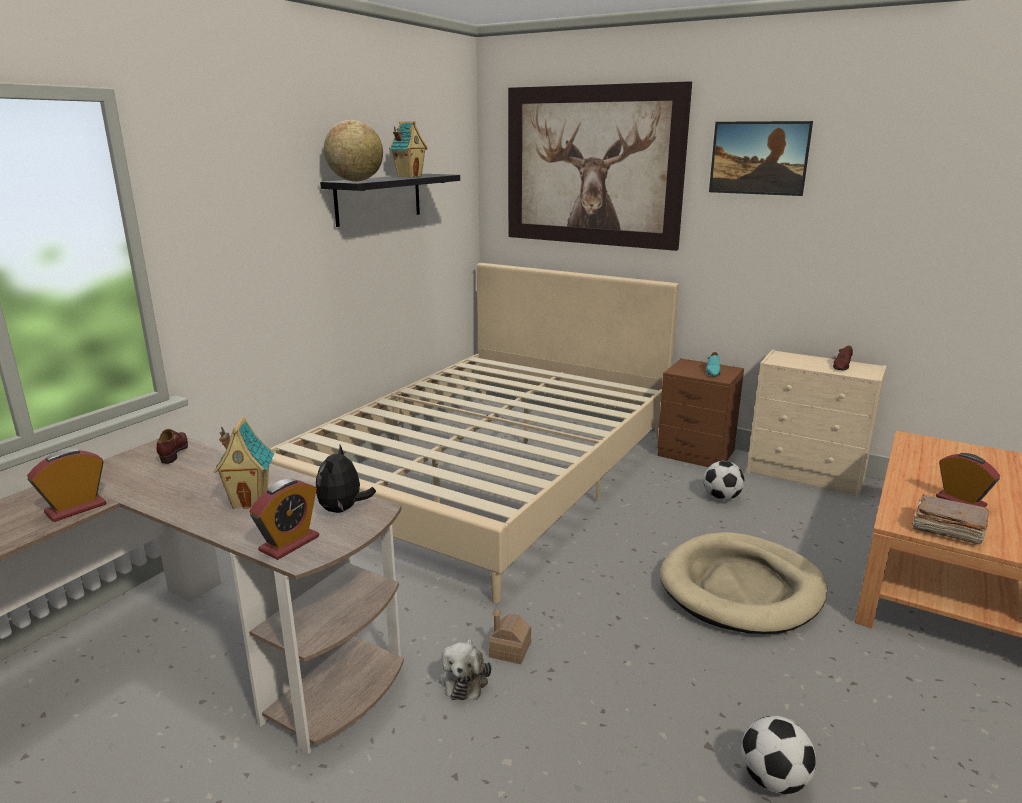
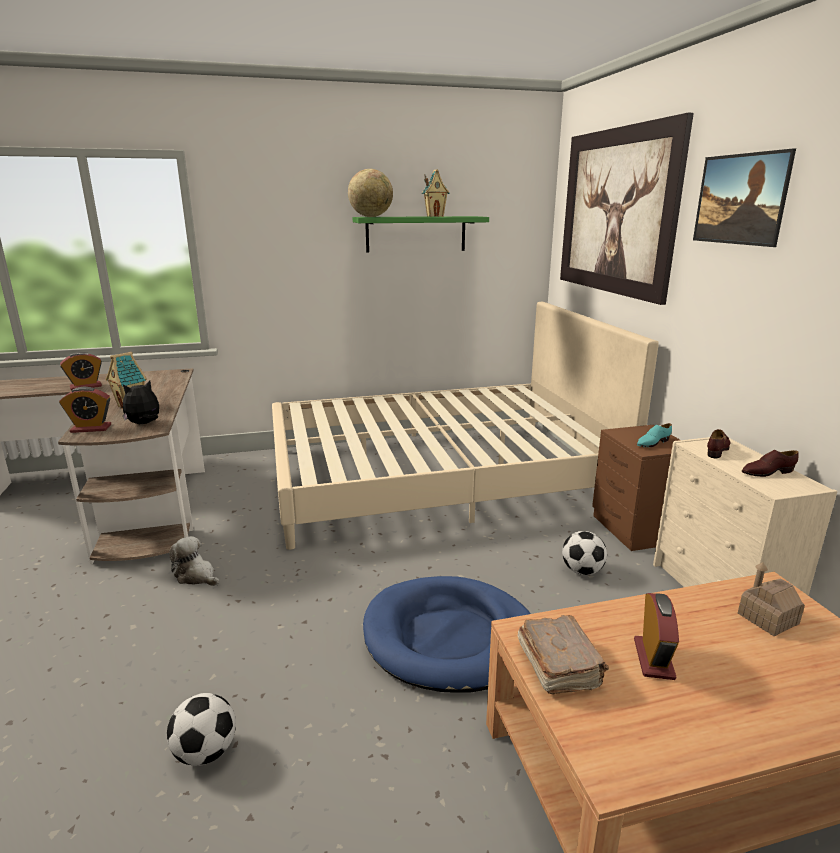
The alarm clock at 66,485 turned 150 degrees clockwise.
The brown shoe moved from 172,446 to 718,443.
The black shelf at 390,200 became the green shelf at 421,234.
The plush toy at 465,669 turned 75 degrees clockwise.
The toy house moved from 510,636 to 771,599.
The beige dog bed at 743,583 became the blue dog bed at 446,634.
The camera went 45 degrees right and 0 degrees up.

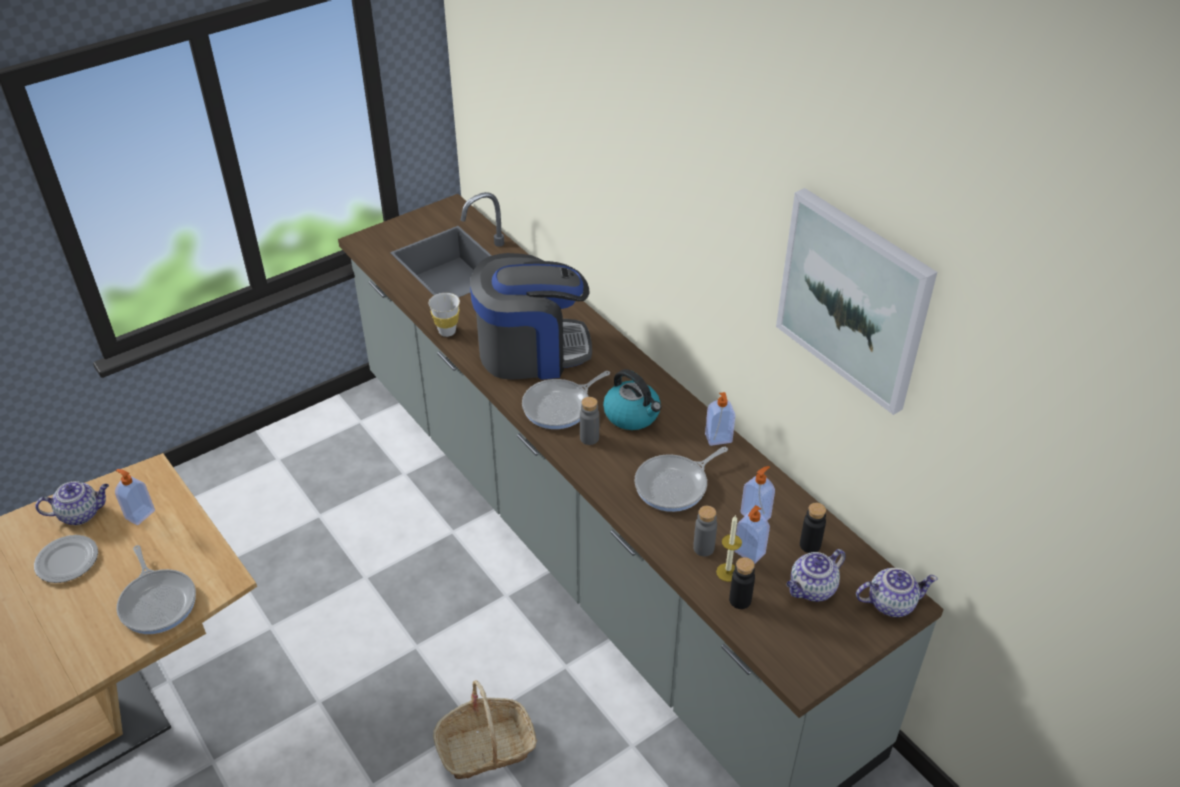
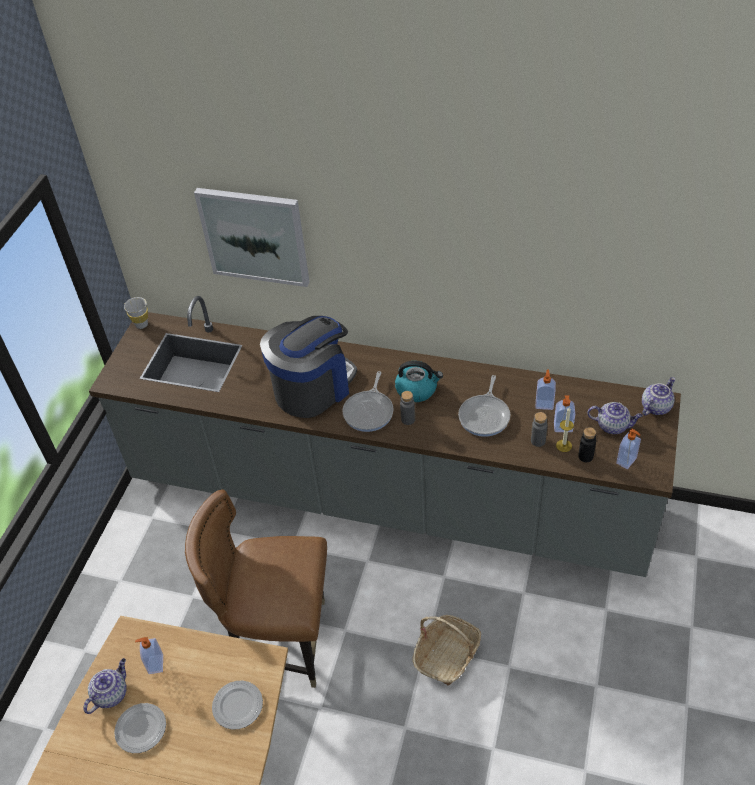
The frying pan at 156,589 was replaced by the plate at 237,705.
The white cup moved from 444,315 to 136,313.
The soap dispenser moved from 720,419 to 628,449.
The picture moved from 856,301 to 252,237.
The teapot at 816,575 turned 90 degrees counterclockwise.
The black bottle at 813,528 disappeared.
The brown chair at 256,588 appeared.
The camera went 35 degrees left and 5 degrees up.

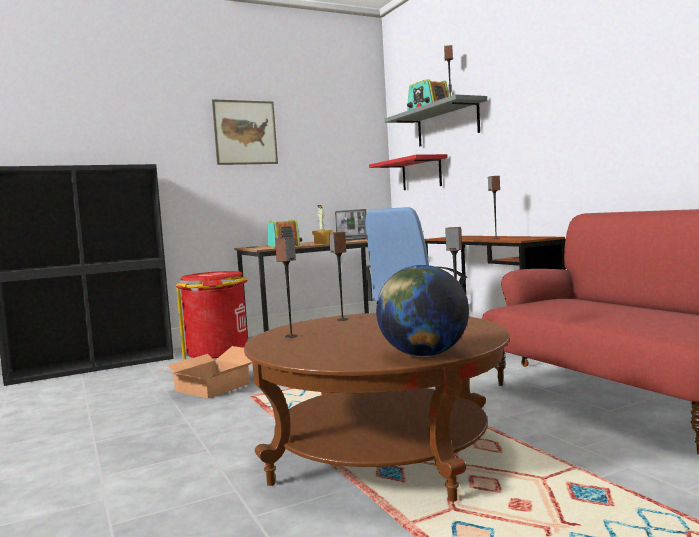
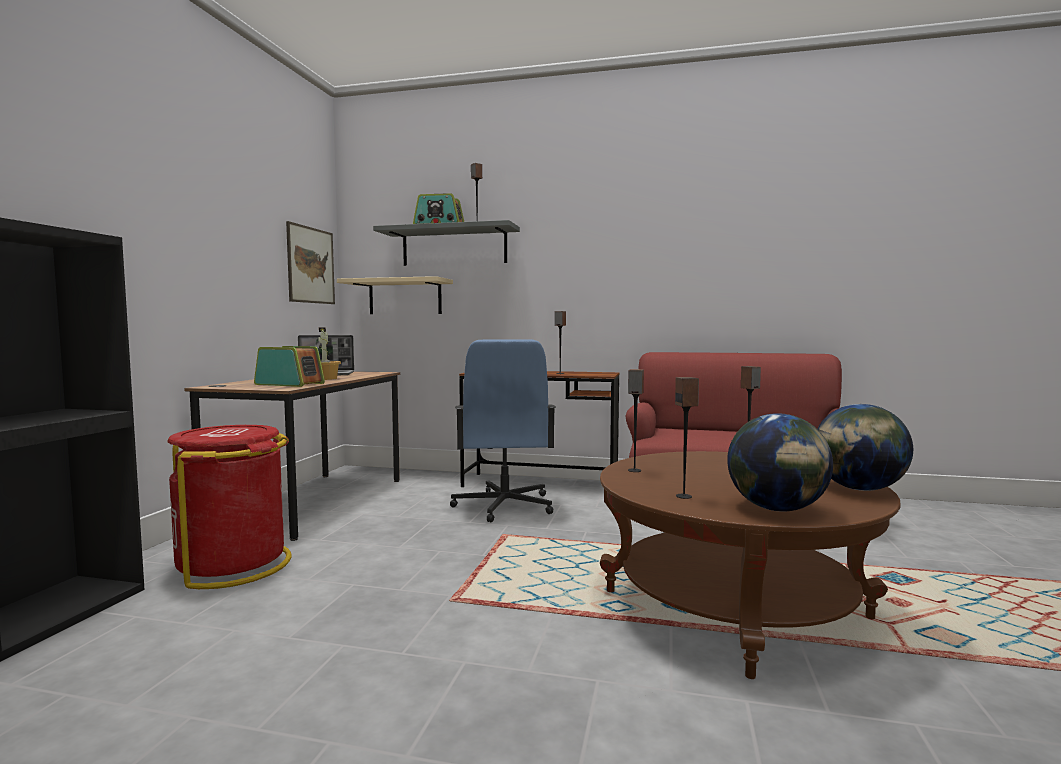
The cardboard box at 203,372 disappeared.
The picture moved from 245,132 to 310,262.
The red shelf at 408,172 became the beige shelf at 395,295.
The globe at 780,462 appeared.
The camera went 50 degrees left and 0 degrees up.

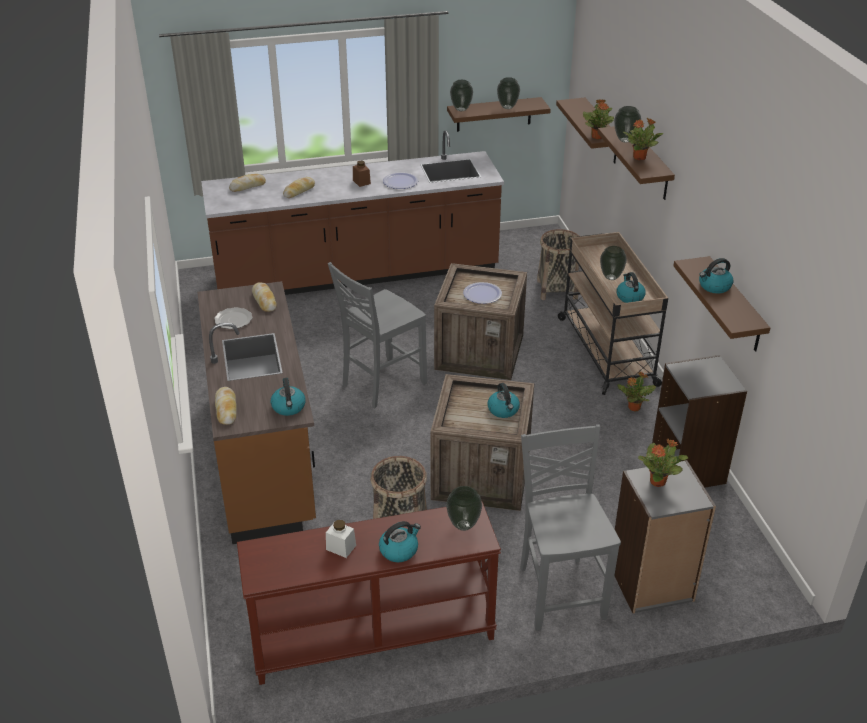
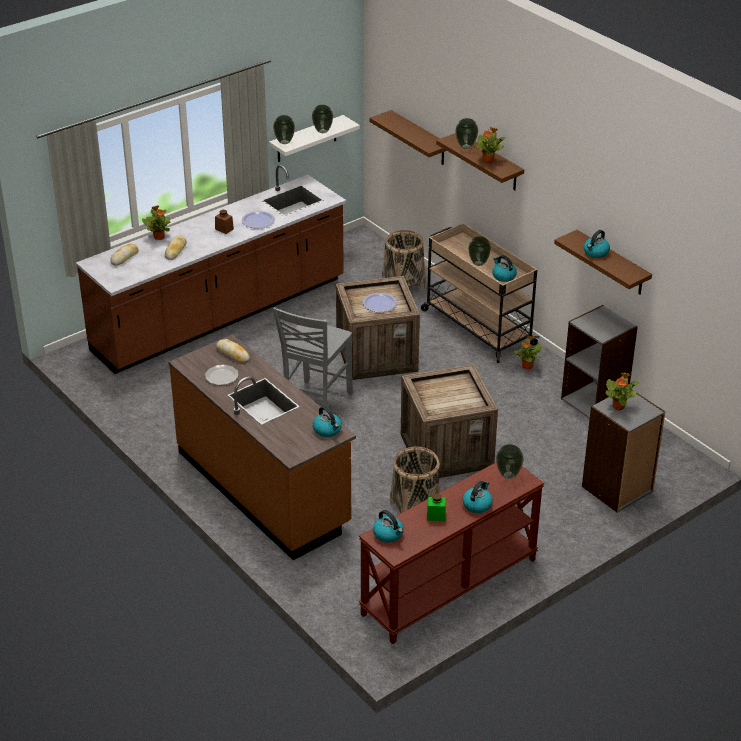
The bread at 226,406 disappeared.
The white jar at 341,539 became the green jar at 436,507.
The brown shelf at 499,114 became the white shelf at 314,138.
The kettle moved from 503,400 to 388,526.
The grey chair at 570,527 disappeared.
The potted plant moved from 598,119 to 156,222.
The camera went 25 degrees left and 0 degrees up.

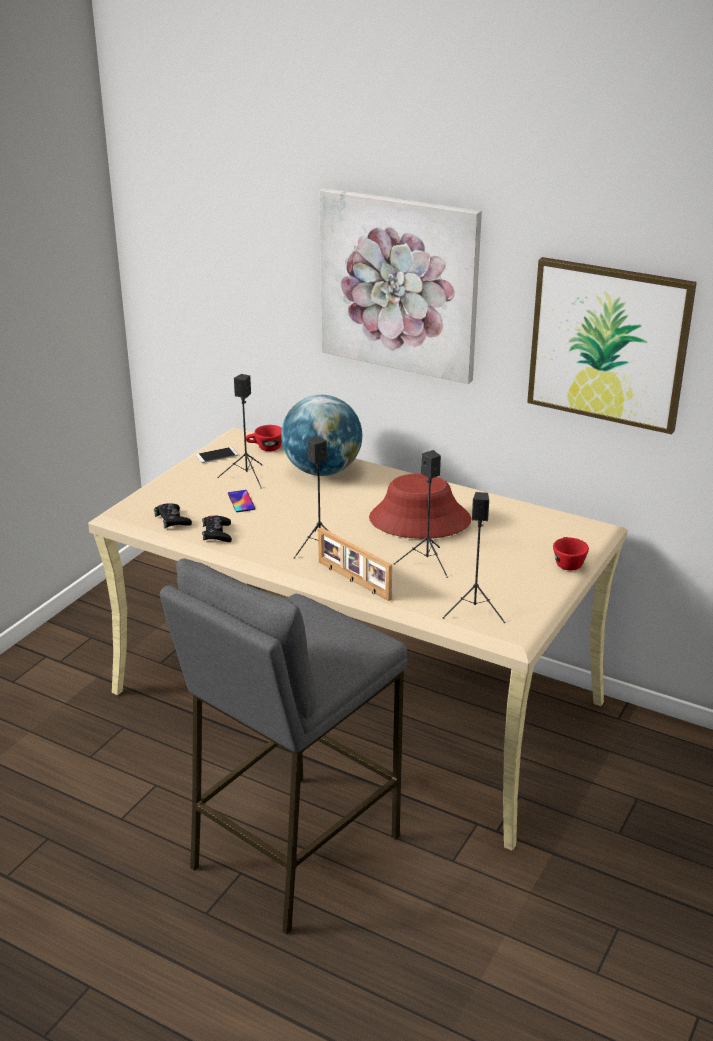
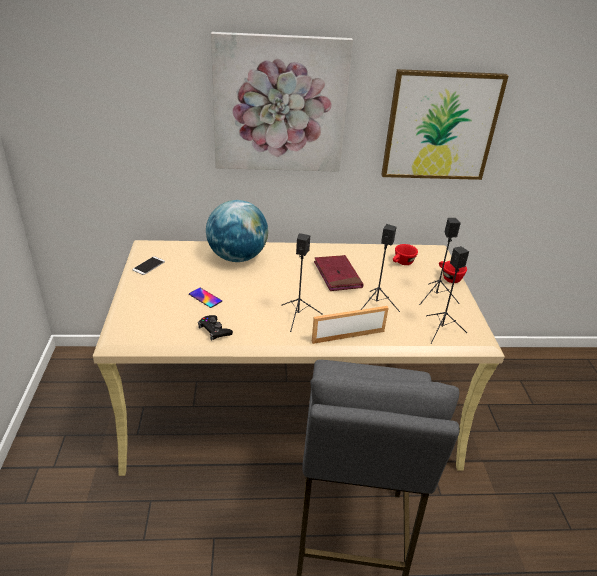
The black game controller at 173,515 disappeared.
The black speaker moved from 240,431 to 440,261.
The red cup moved from 264,438 to 405,254.
The picture frame at 355,564 turned 150 degrees clockwise.
The red hat at 420,506 was replaced by the red book at 339,273.
The camera went 35 degrees left and 5 degrees up.

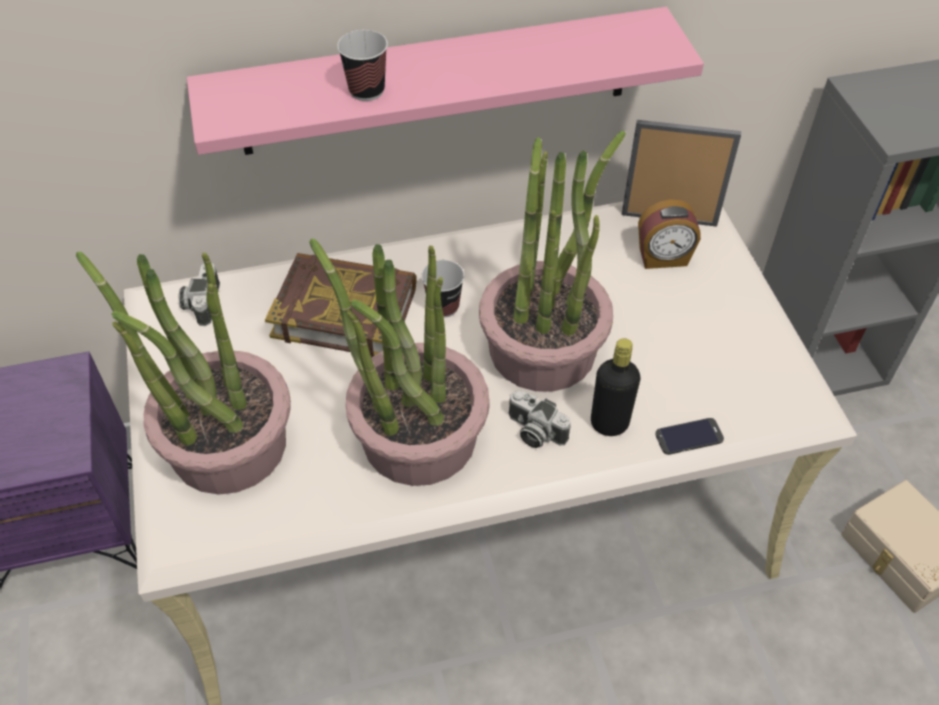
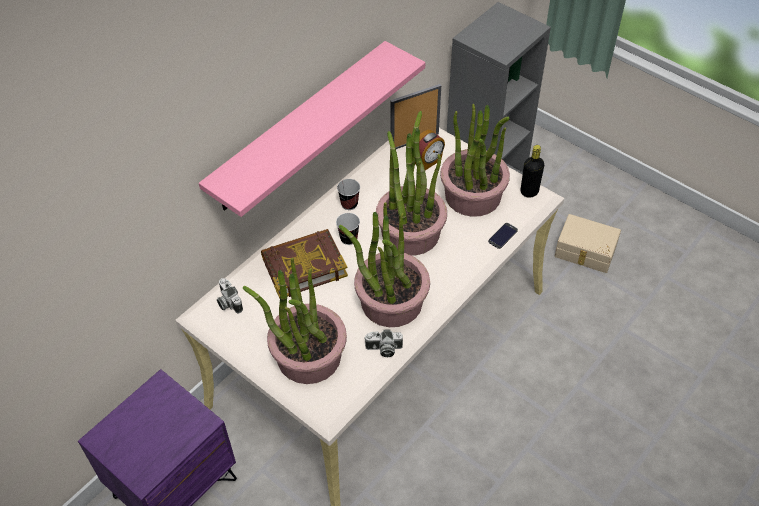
The cup moved from 362,65 to 348,194.
The photo camera moved from 539,419 to 383,343.
The black bottle moved from 615,387 to 532,171.
The potted plant at 475,160 appeared.
The camera went 35 degrees left and 0 degrees up.

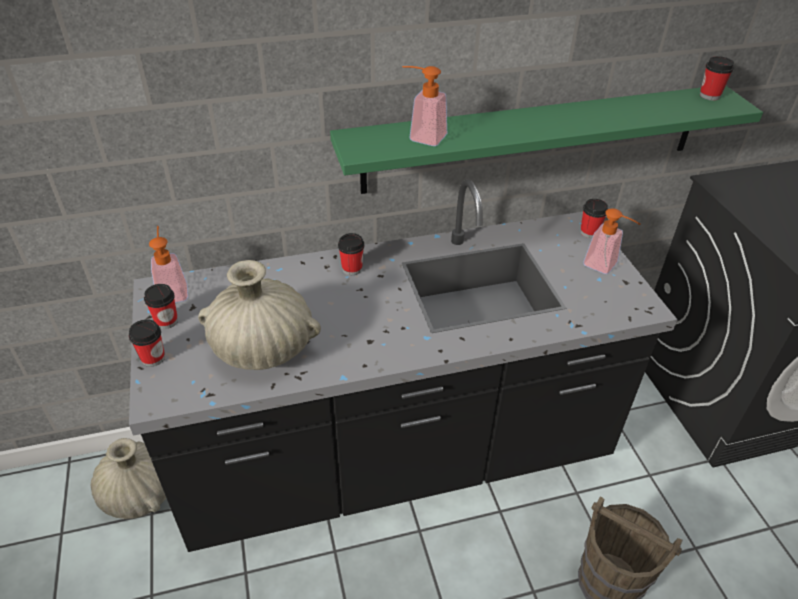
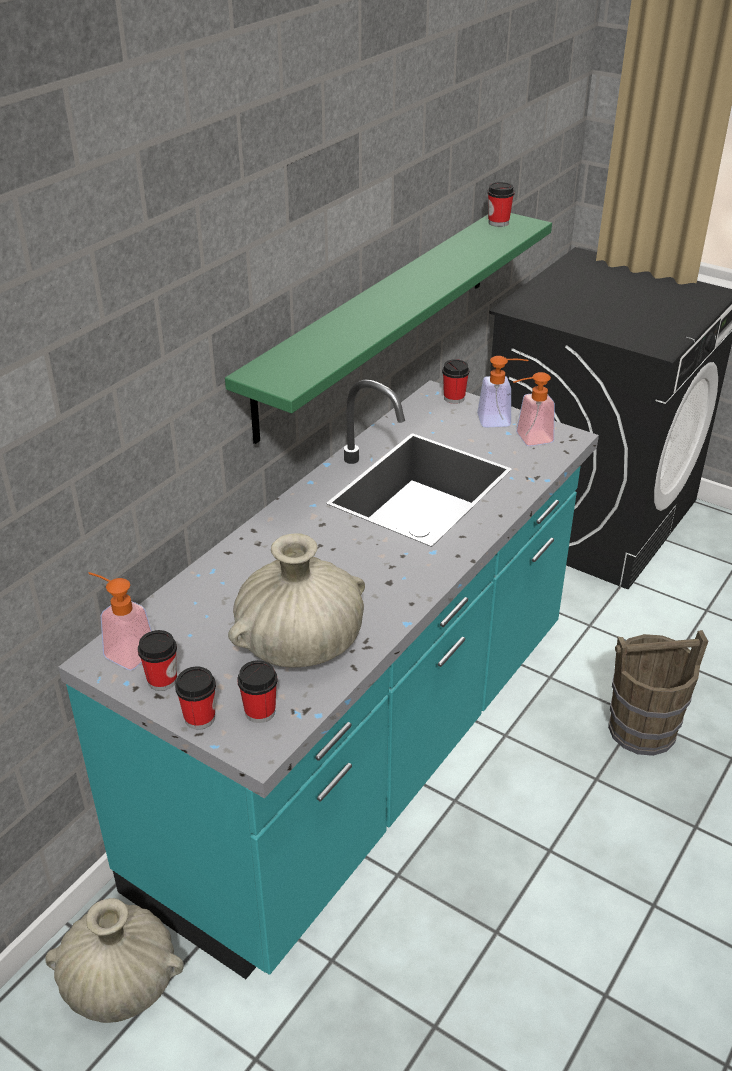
The black counter at 403,365 became the turquoise counter at 328,679.
The cup moved from 351,254 to 257,691.
The soap dispenser moved from 424,106 to 534,409.
The camera went 40 degrees left and 5 degrees down.

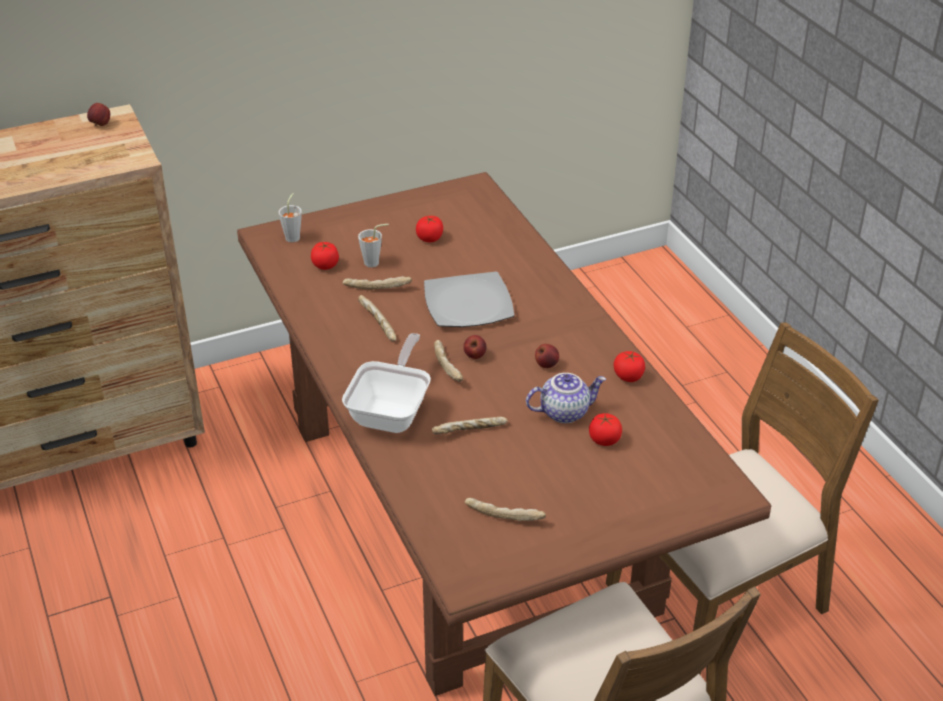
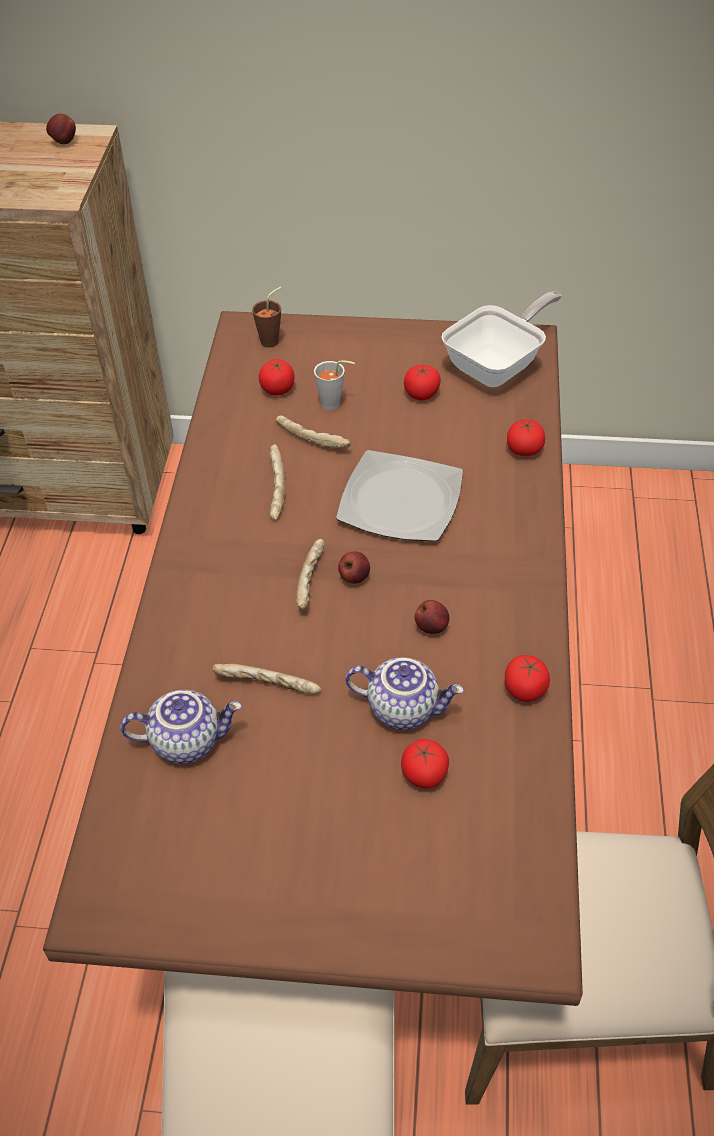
The grey cup at 290,218 became the brown cup at 266,317.
The frying pan moved from 386,383 to 501,339.
The bread at 505,509 disappeared.
The teapot at 181,727 appeared.
The tomato at 526,437 appeared.
The camera went 30 degrees right and 10 degrees up.

